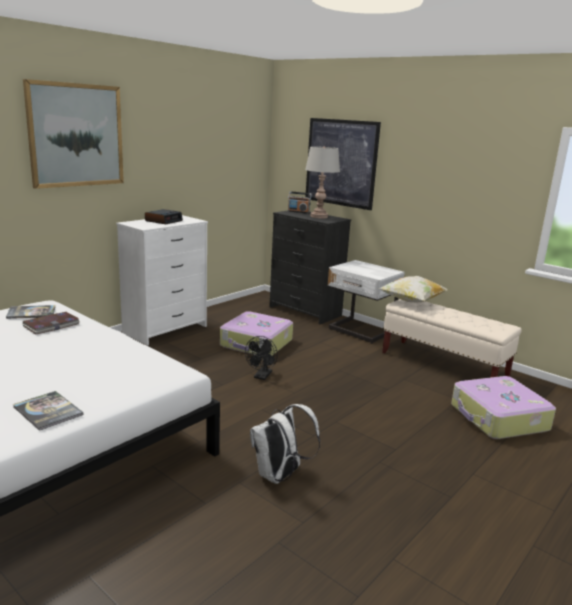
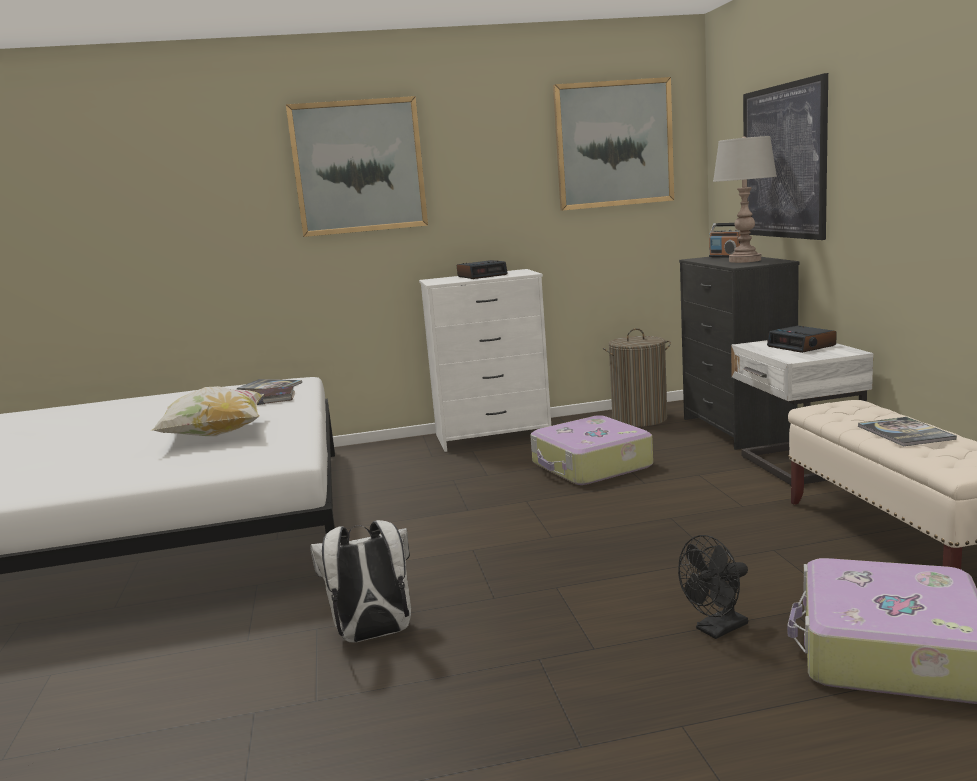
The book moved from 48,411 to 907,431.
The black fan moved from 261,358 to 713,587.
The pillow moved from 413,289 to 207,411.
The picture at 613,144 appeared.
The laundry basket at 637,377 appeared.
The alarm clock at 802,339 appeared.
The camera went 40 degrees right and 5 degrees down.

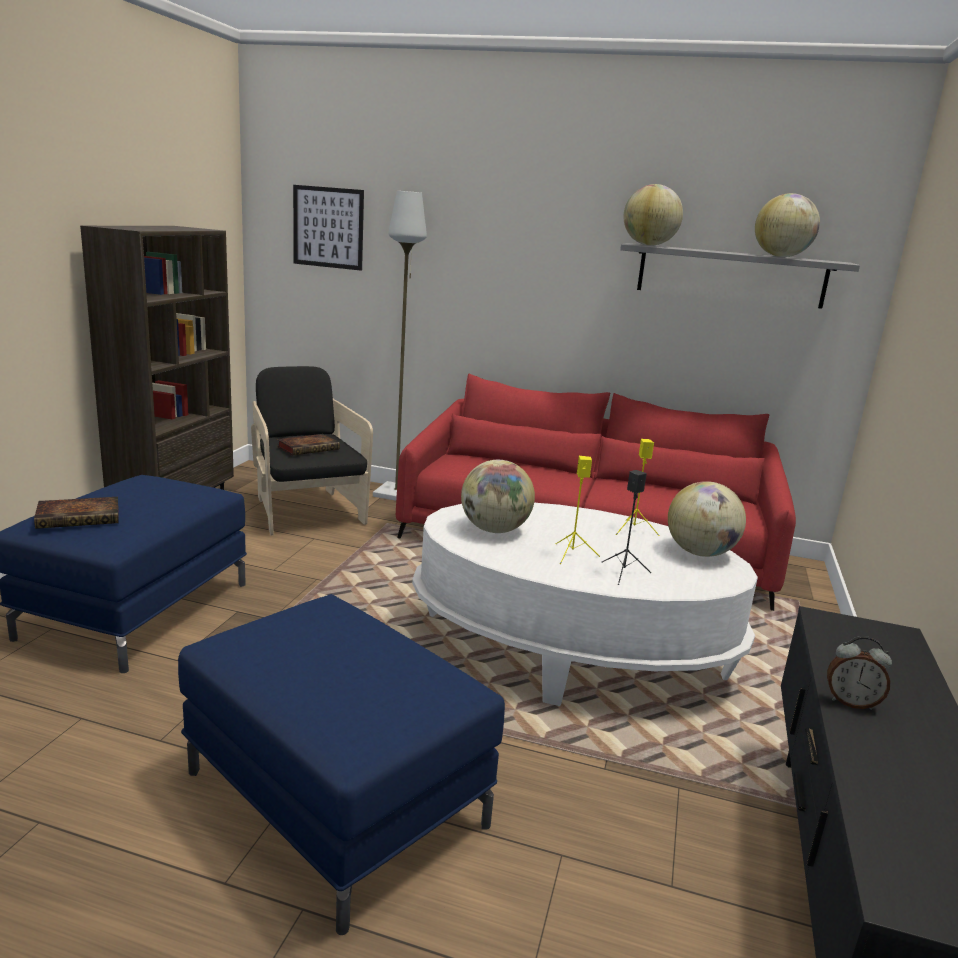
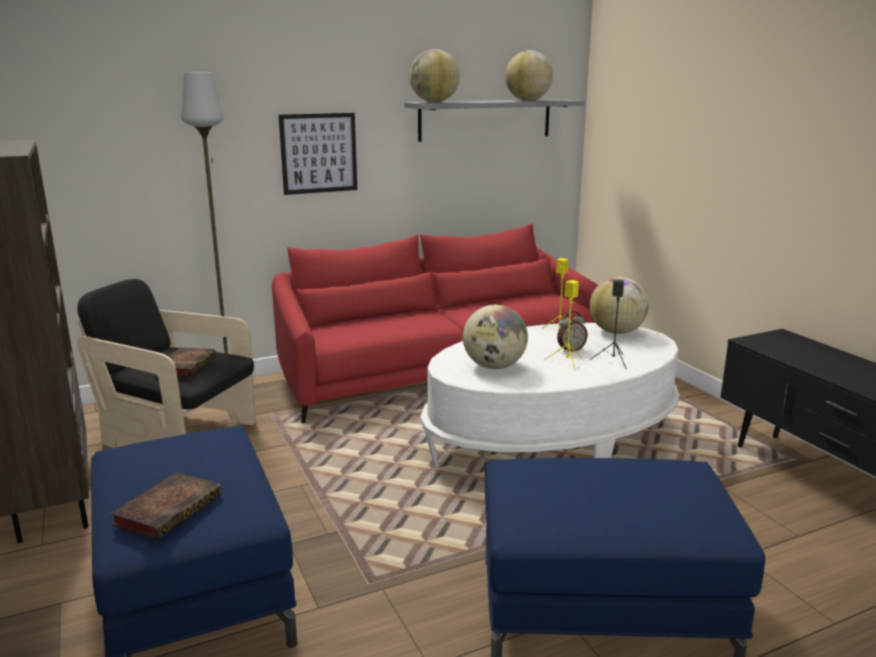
The picture moved from 328,228 to 318,154.
The alarm clock moved from 859,673 to 572,331.
The camera went 40 degrees left and 0 degrees up.

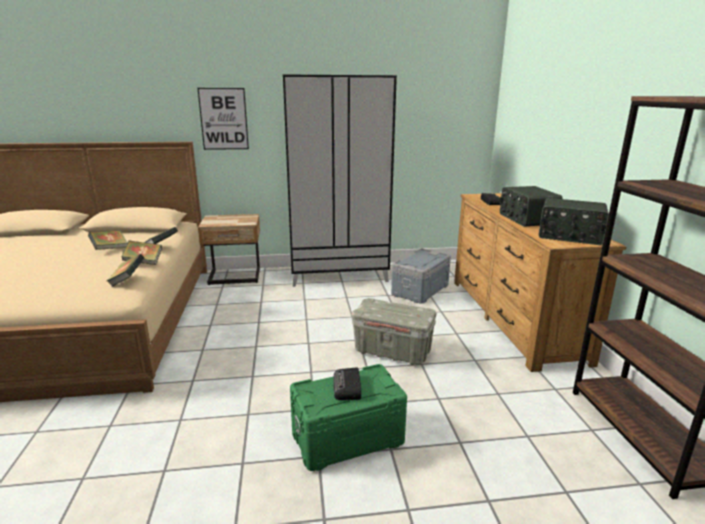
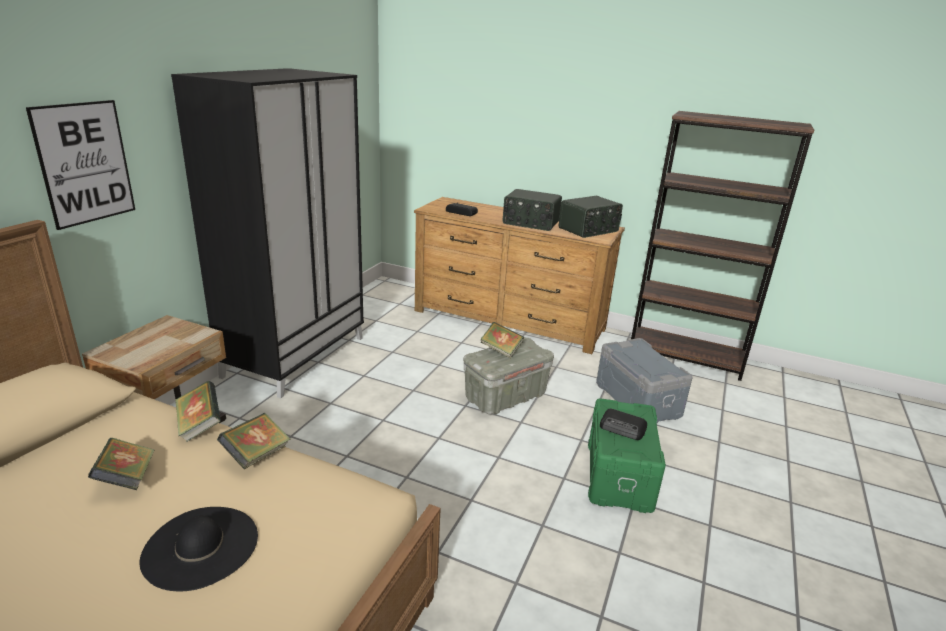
The book moved from 125,270 to 502,340.
The grey storage box moved from 421,276 to 644,380.
The black hat at 199,549 appeared.
The camera went 60 degrees left and 5 degrees up.

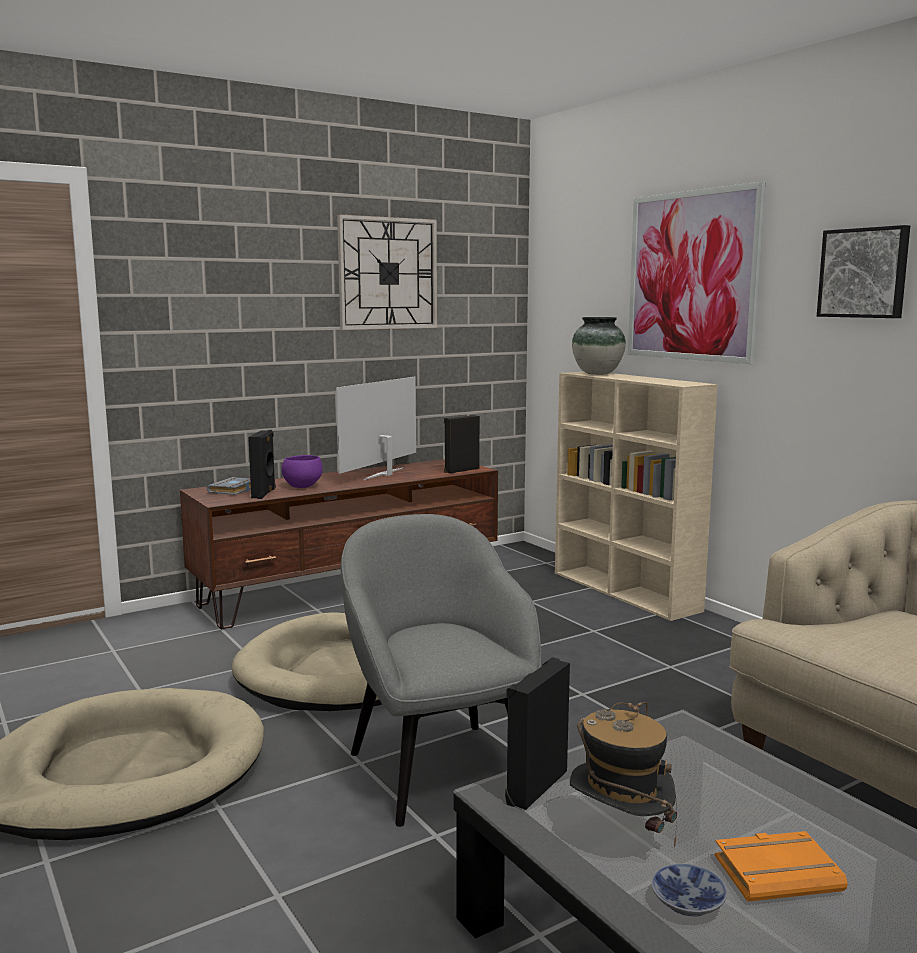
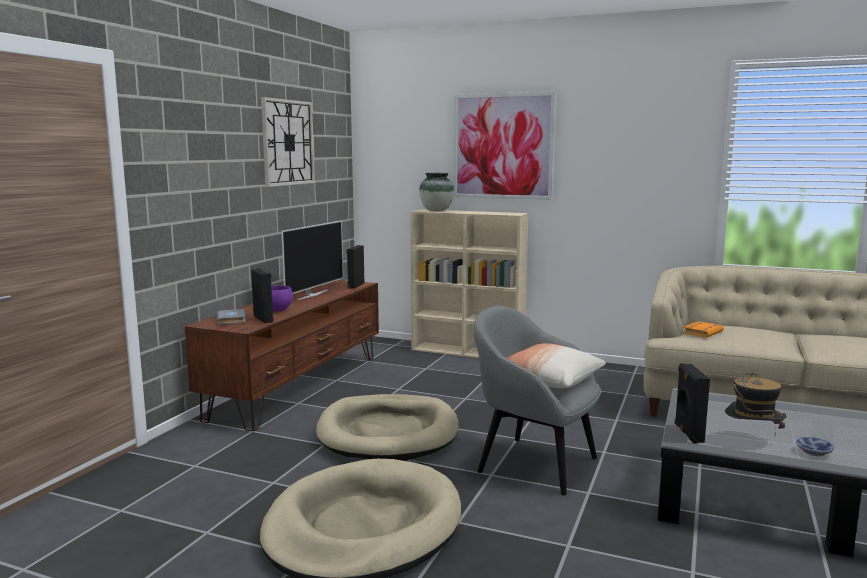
The television at 376,428 turned 150 degrees counterclockwise.
The orange book moved from 781,866 to 703,329.
The picture at 863,271 disappeared.
The pillow at 556,365 appeared.
The camera went 35 degrees left and 0 degrees up.

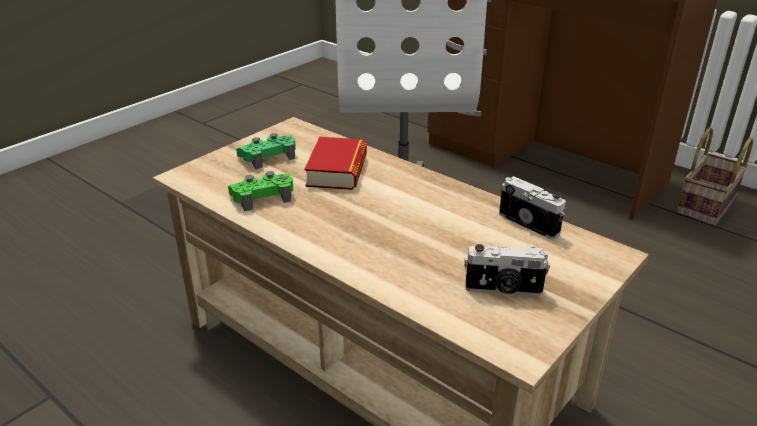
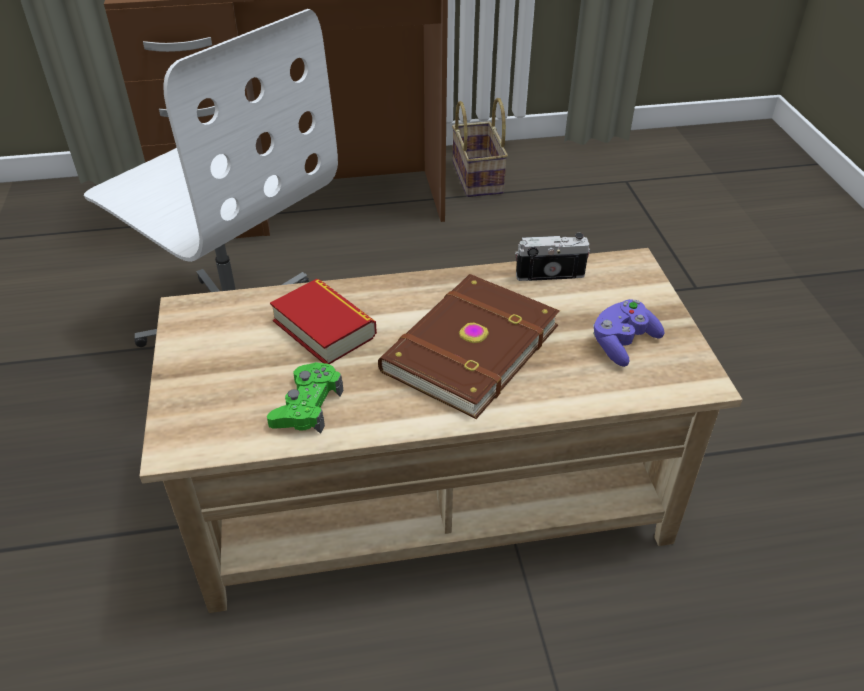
The green game controller at 266,151 disappeared.
The photo camera at 507,270 was replaced by the purple game controller at 628,333.
The brown book at 469,346 appeared.
The camera went 50 degrees left and 10 degrees up.

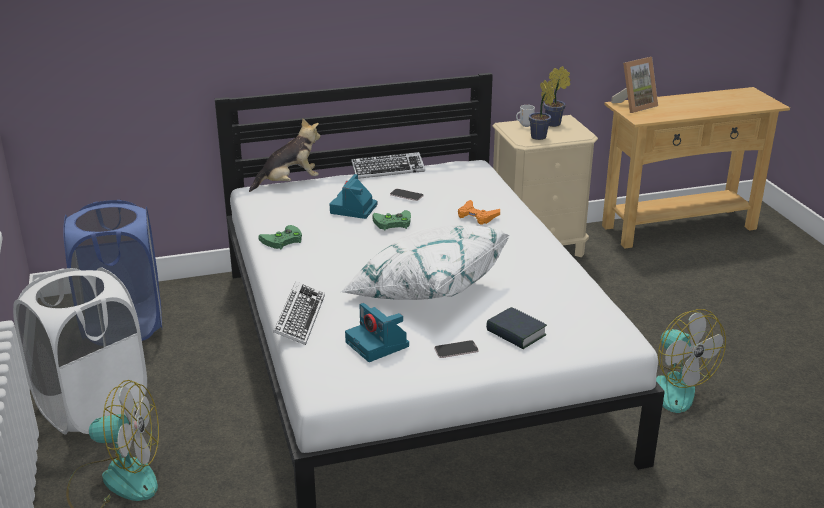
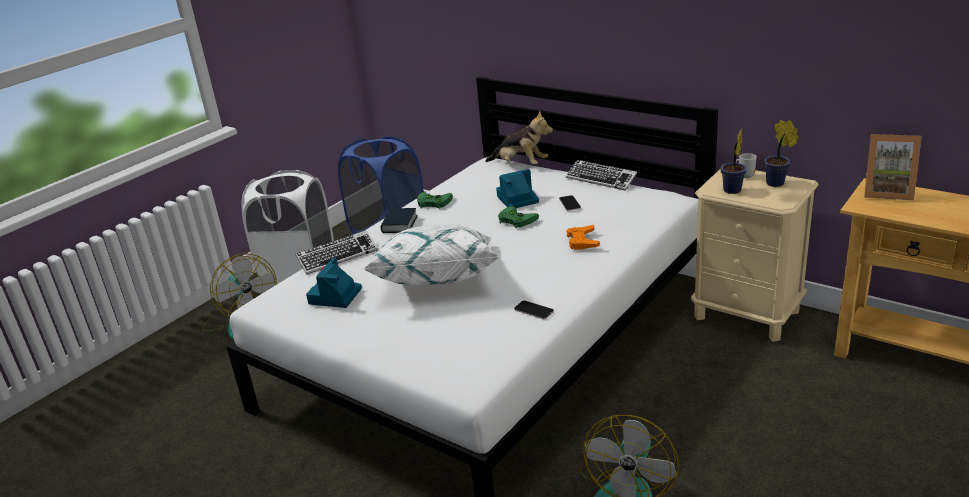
The phone moved from 456,349 to 534,309.
The book moved from 516,328 to 399,220.
The camera went 55 degrees right and 0 degrees up.

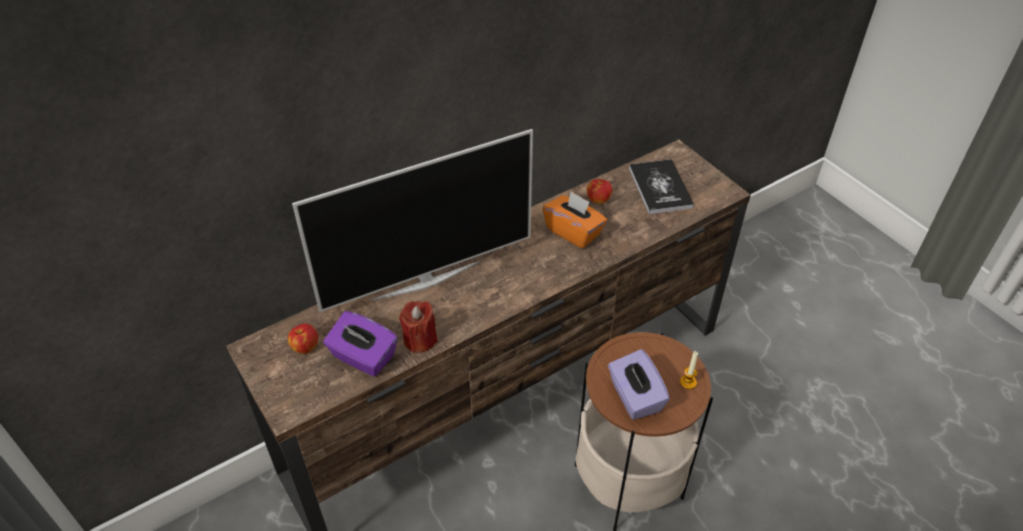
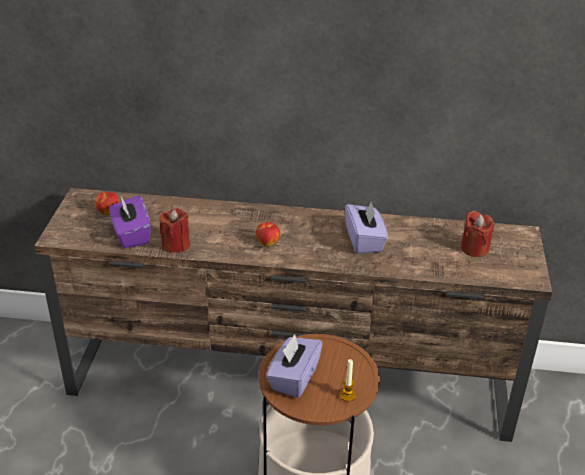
The television at 412,220 disappeared.
The orange tissue box at 575,220 became the purple tissue box at 366,227.
The apple moved from 599,191 to 268,234.
The book at 661,186 was replaced by the red candle at 477,233.
The camera went 40 degrees right and 10 degrees down.

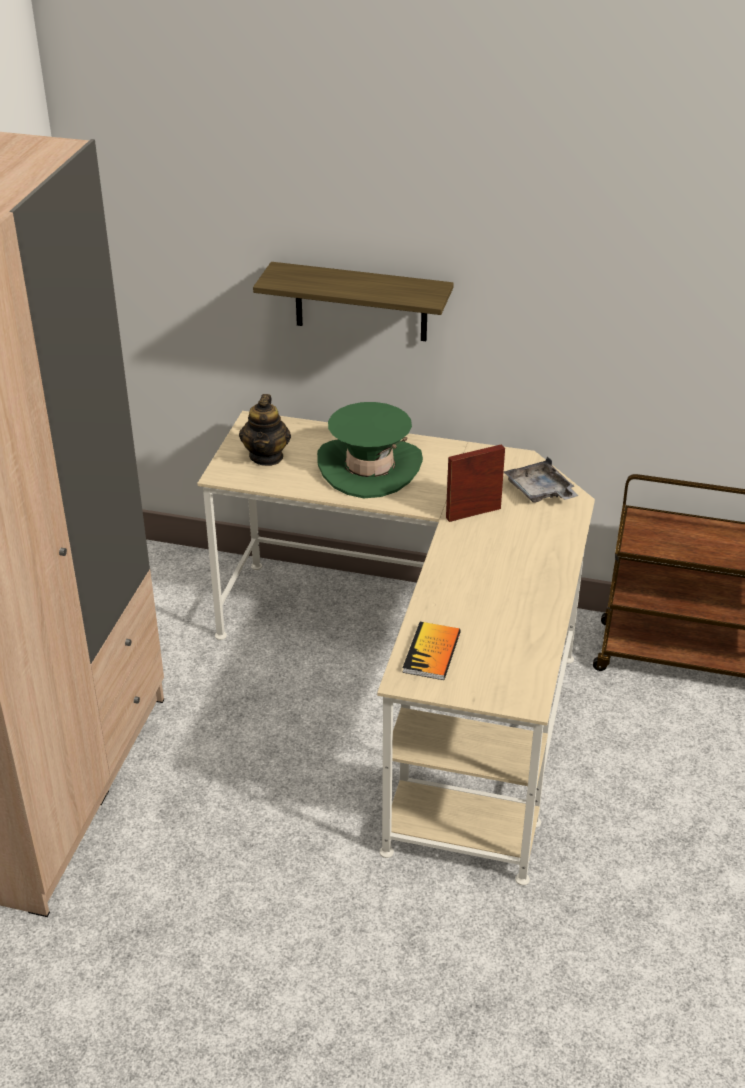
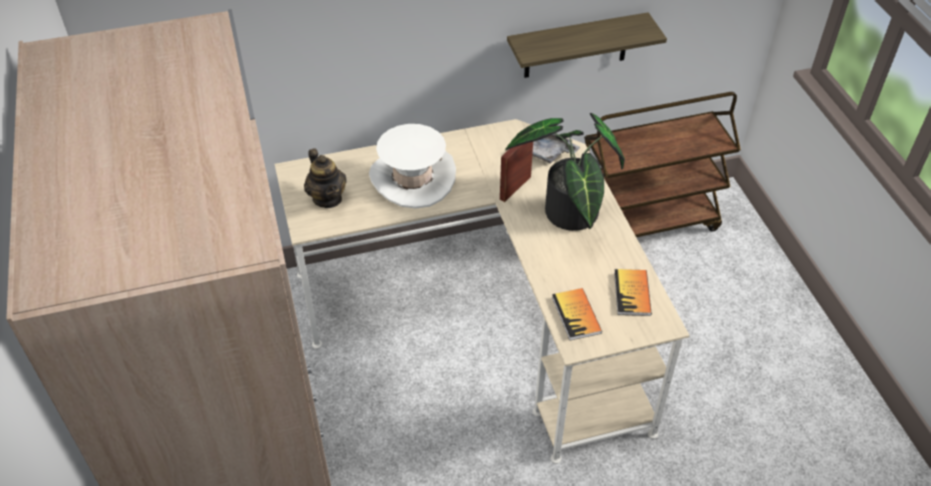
The shelf moved from 353,301 to 587,45.
The green hat at 370,450 became the white hat at 412,166.
The potted plant at 565,172 appeared.
The book at 633,292 appeared.
The camera went 30 degrees left and 10 degrees up.

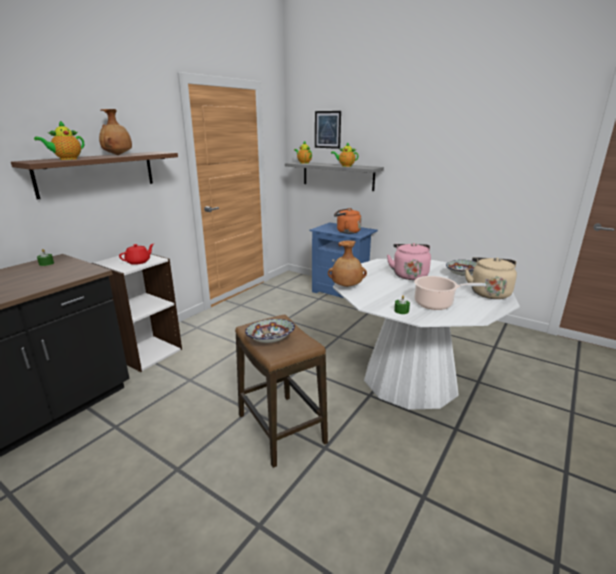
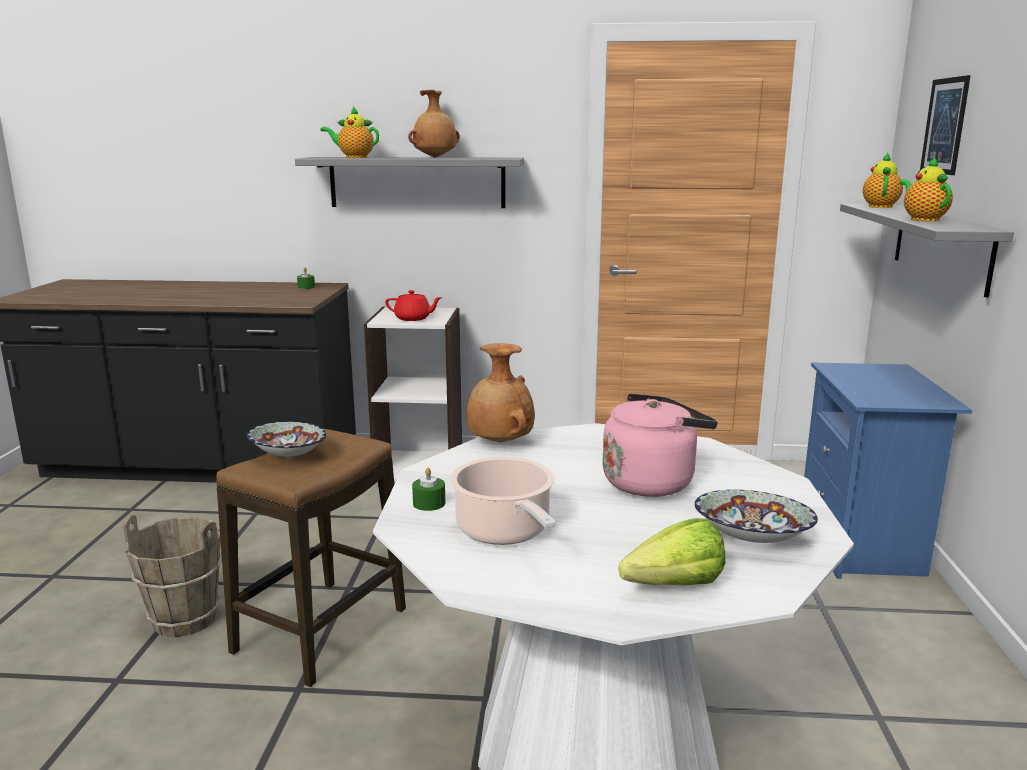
The brown shelf at 94,176 became the grey shelf at 409,182.
The orange kettle at 347,221 disappeared.
The beige kettle at 491,278 was replaced by the lettuce at 672,552.
The brown bucket at 172,576 appeared.
The camera went 60 degrees right and 5 degrees down.

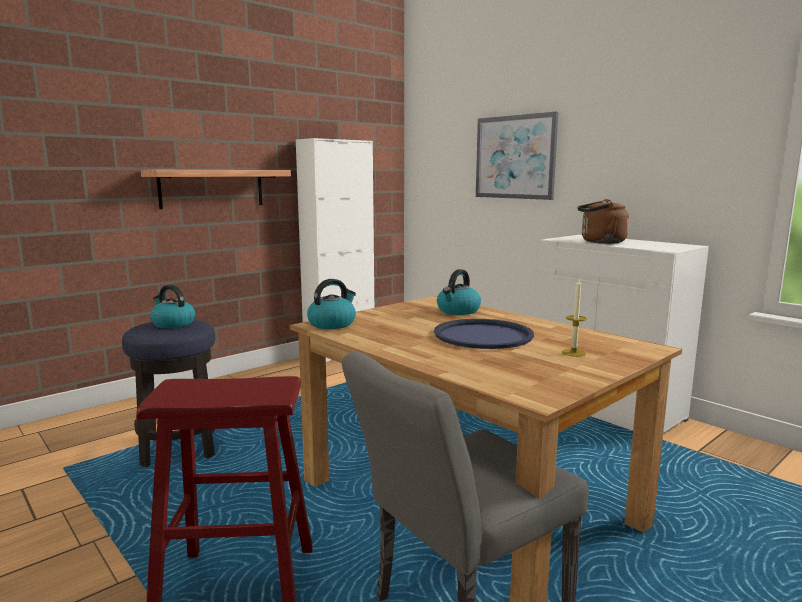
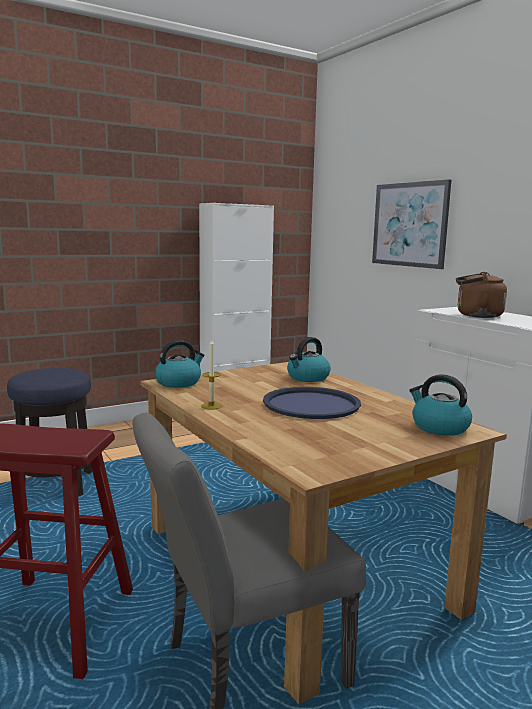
The shelf at 216,189 disappeared.
The kettle moved from 172,306 to 440,405.
The candle moved from 574,318 to 211,374.
The camera went 10 degrees right and 0 degrees up.

